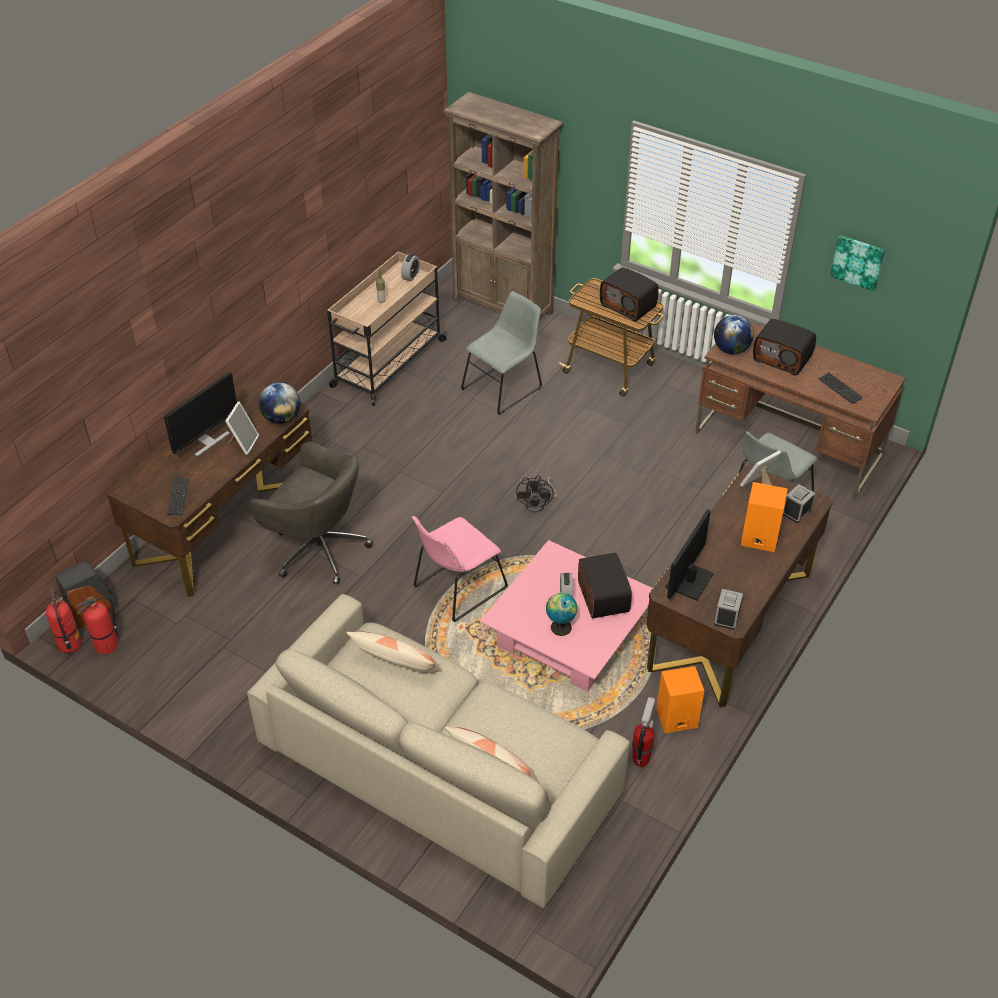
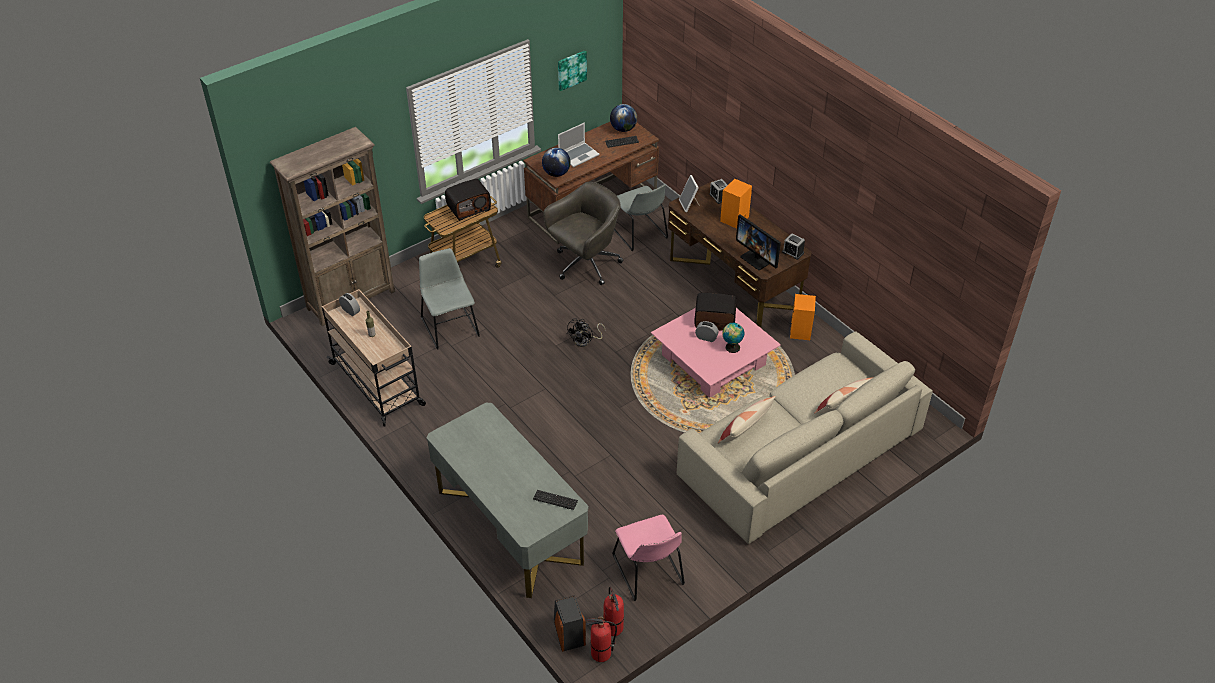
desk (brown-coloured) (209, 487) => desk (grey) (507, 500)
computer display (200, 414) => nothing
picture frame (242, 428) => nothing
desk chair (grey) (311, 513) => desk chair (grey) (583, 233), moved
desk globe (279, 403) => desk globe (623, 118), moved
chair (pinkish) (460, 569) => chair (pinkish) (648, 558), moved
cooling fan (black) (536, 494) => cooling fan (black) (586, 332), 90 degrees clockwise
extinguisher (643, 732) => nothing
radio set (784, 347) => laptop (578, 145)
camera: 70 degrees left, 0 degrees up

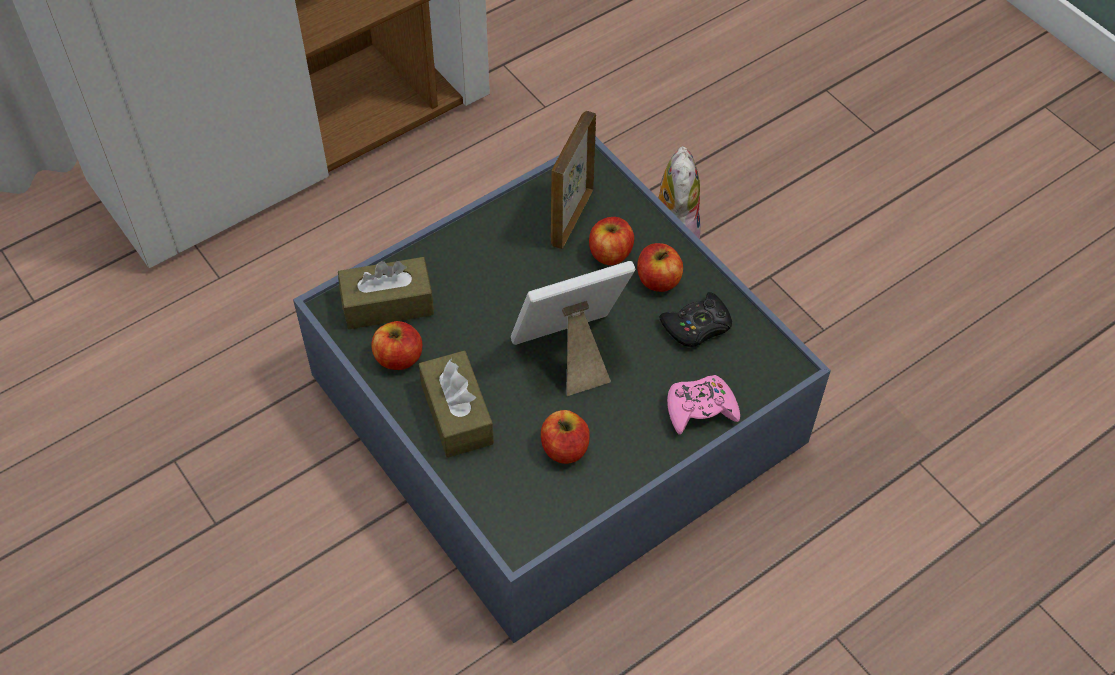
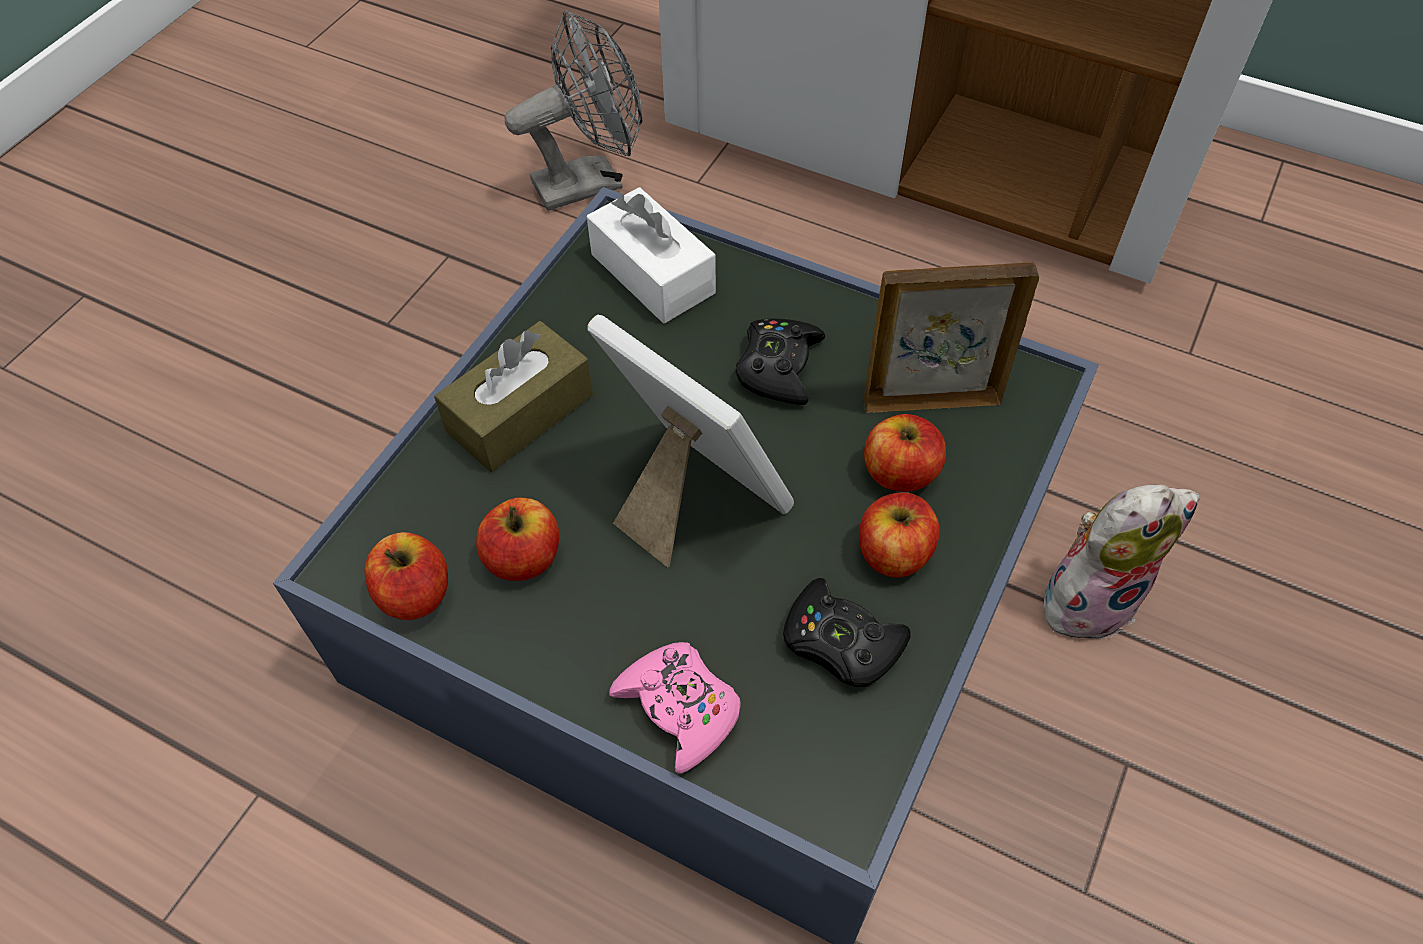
tissue holder (brown-coloured) (386, 293) => tissue holder (white-coloured) (651, 255)
apple (396, 345) => apple (406, 576), moved
nothing => cooling fan (grey) (573, 111)
nothing => game controller (black) (781, 361)
camera: 65 degrees right, 0 degrees up

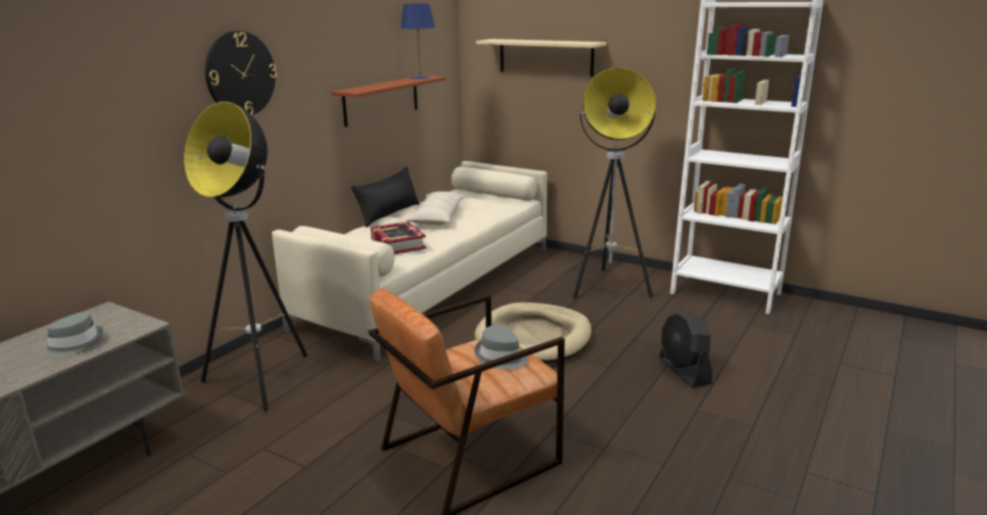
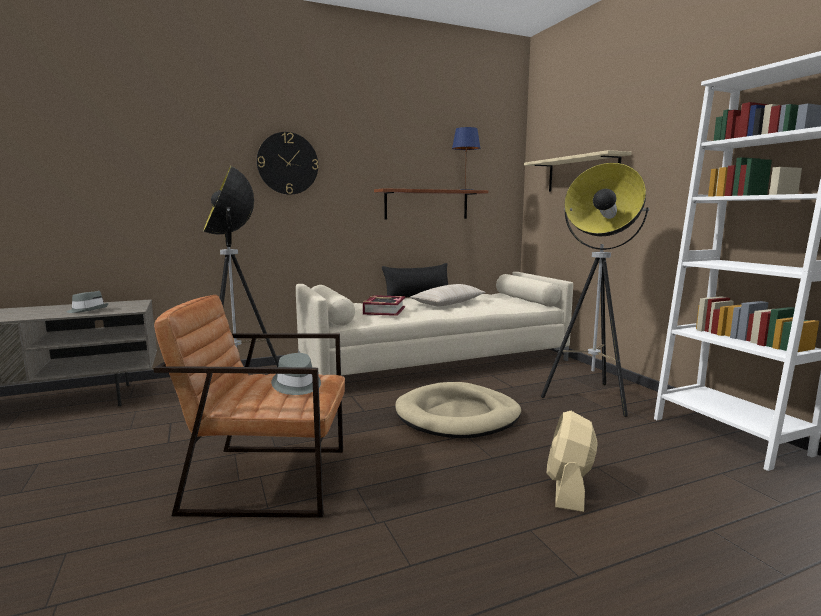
cooling fan (black) (685, 349) => cooling fan (beige) (572, 461)
camera: 35 degrees right, 10 degrees down

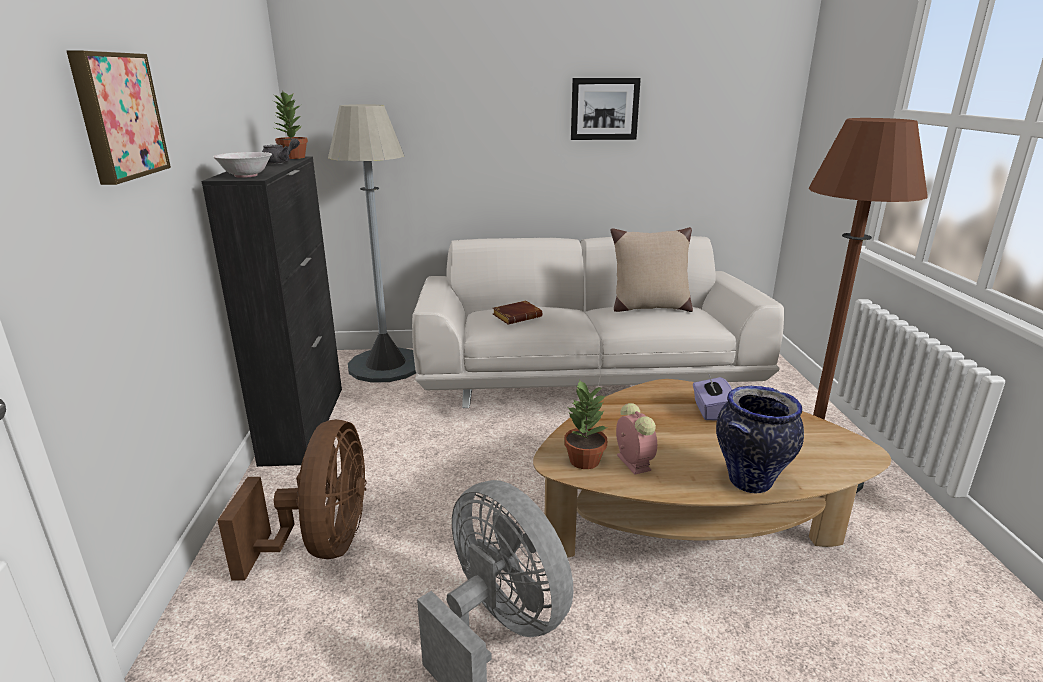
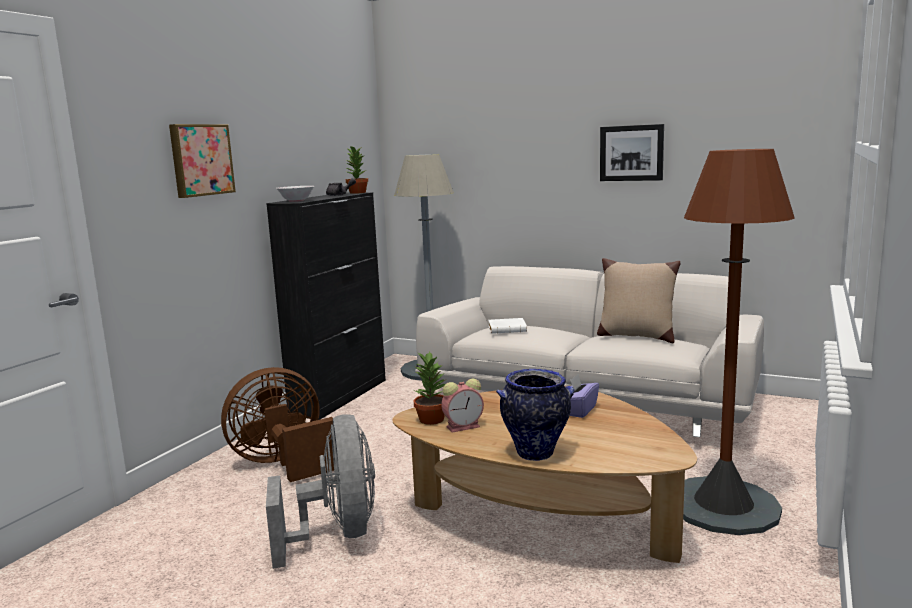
cooling fan (brown-coloured) (292, 499) => cooling fan (brown-coloured) (277, 424), 150 degrees counterclockwise
volume (brown-coloured) (517, 313) => volume (white-coloured) (507, 326)
alarm clock (636, 439) => alarm clock (462, 405), 60 degrees clockwise
camera: 30 degrees right, 10 degrees down

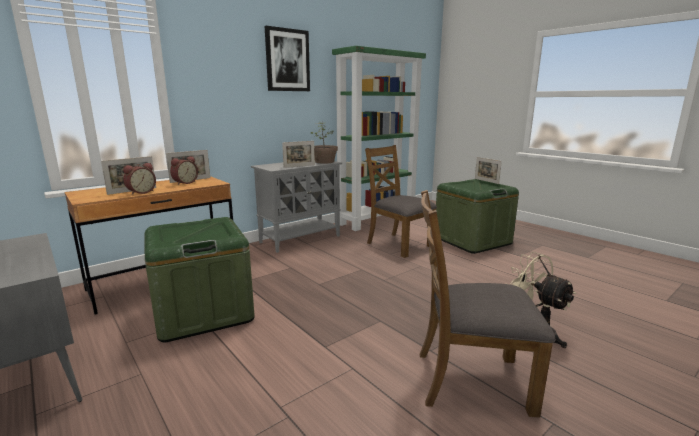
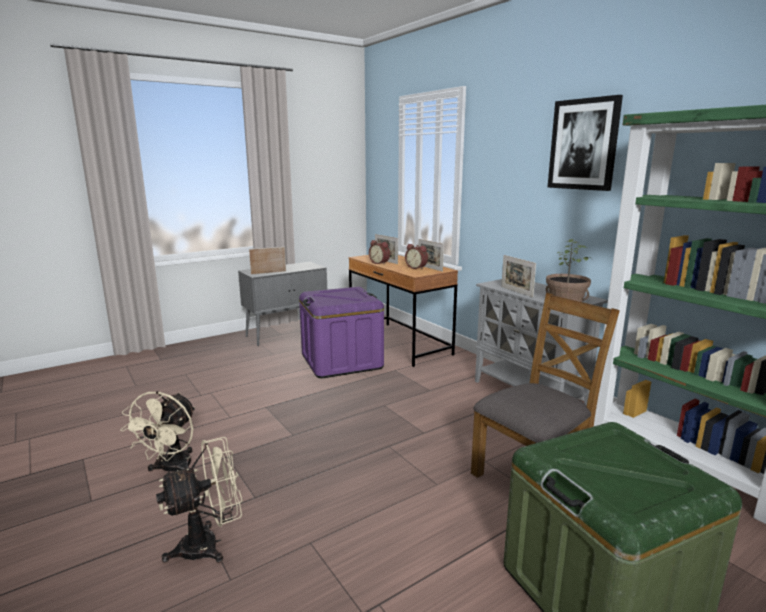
storage box (green-coloured) (200, 279) => storage box (purplish) (341, 332)
chair (brown-coloured) (487, 303) => cooling fan (beige) (158, 432)
picture frame (488, 170) => picture frame (267, 261), moved
camera: 95 degrees right, 0 degrees up

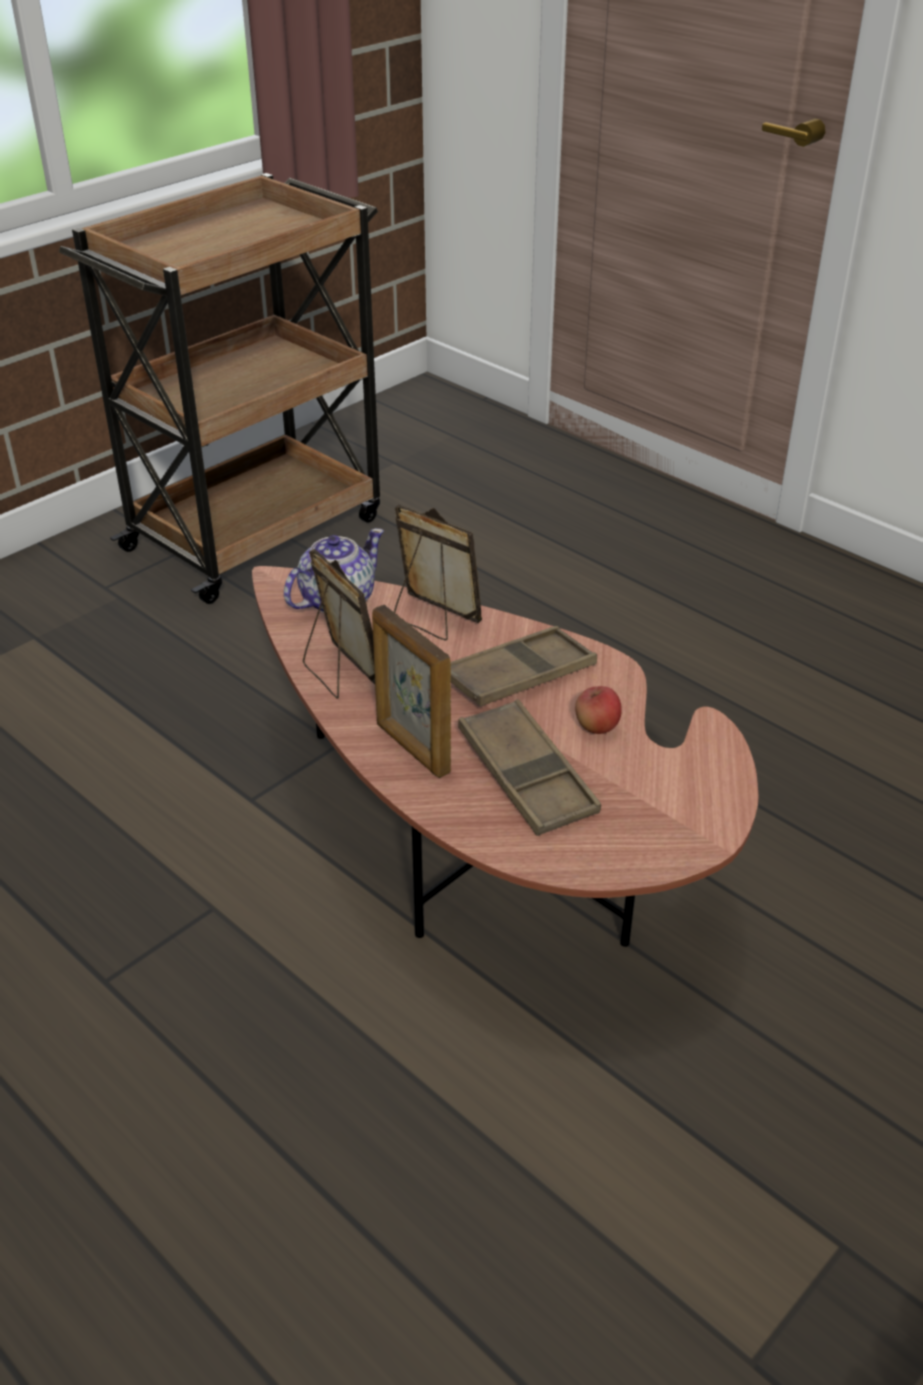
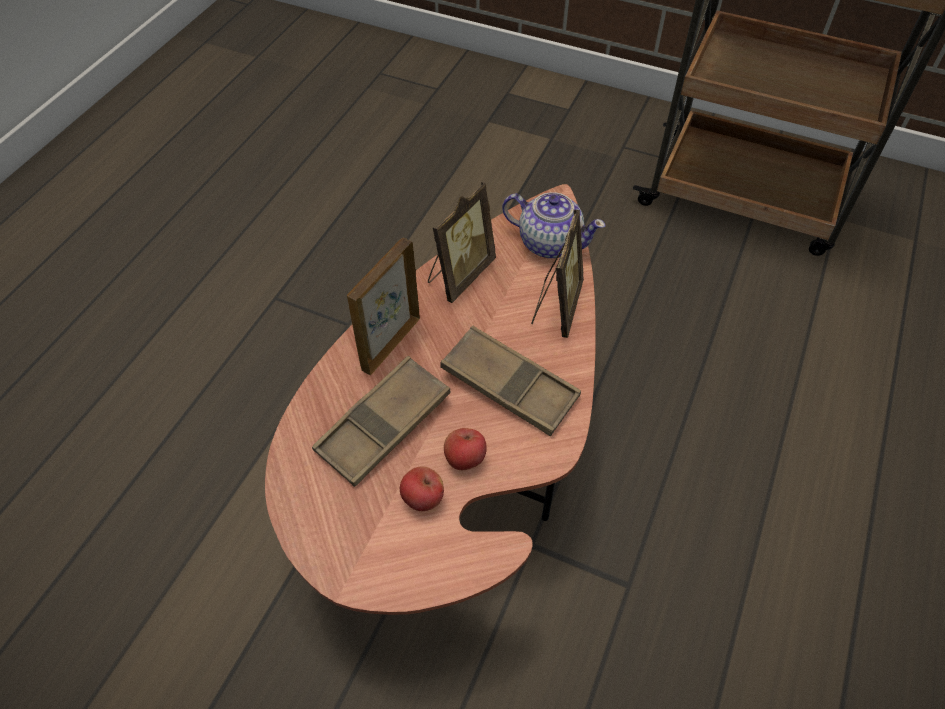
nothing => apple (422, 488)
camera: 70 degrees right, 15 degrees up

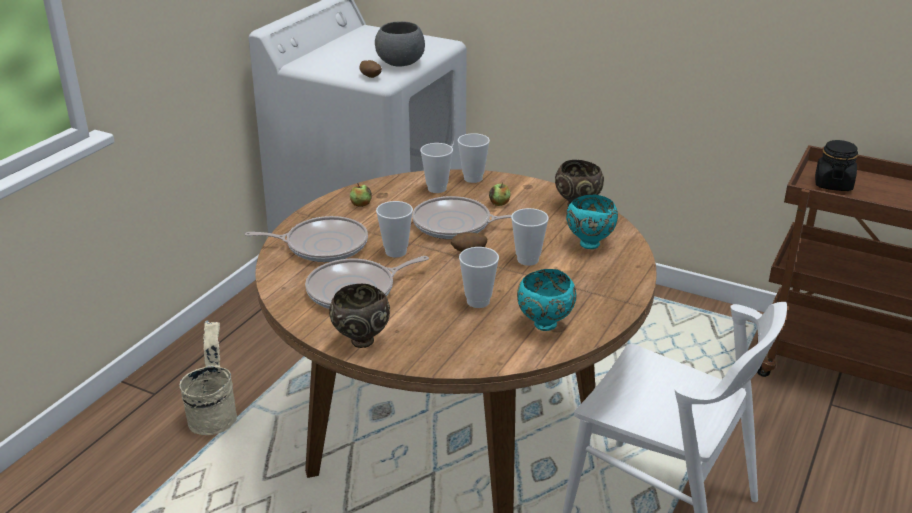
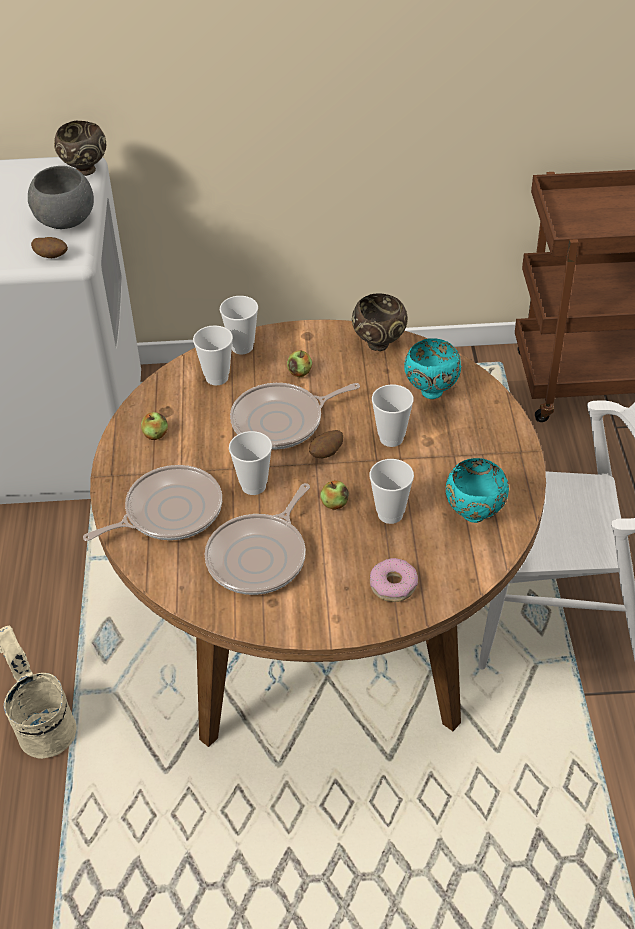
serving bowl (brown-coloured) (359, 316) => serving bowl (brown-coloured) (80, 148), moved
preserve jar (black) (836, 165) => nothing
nothing => apple (334, 495)
nothing => donut (394, 580)
camera: 30 degrees left, 15 degrees up

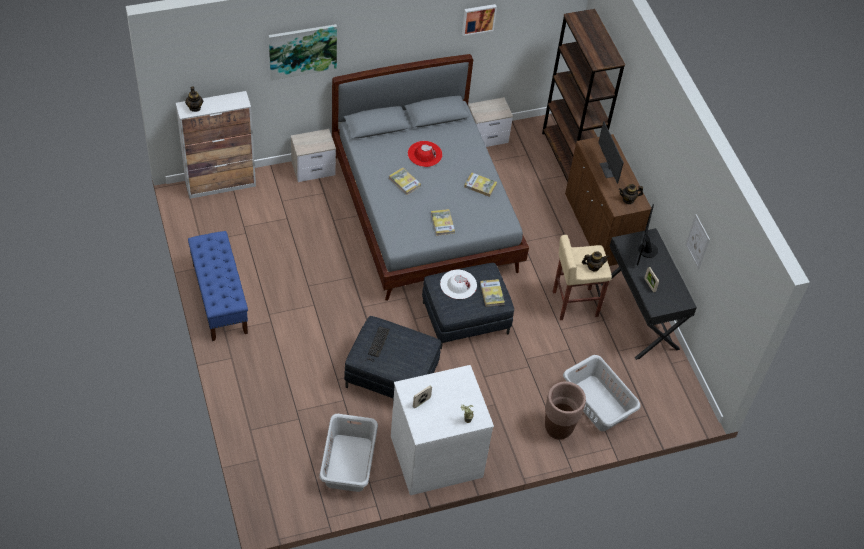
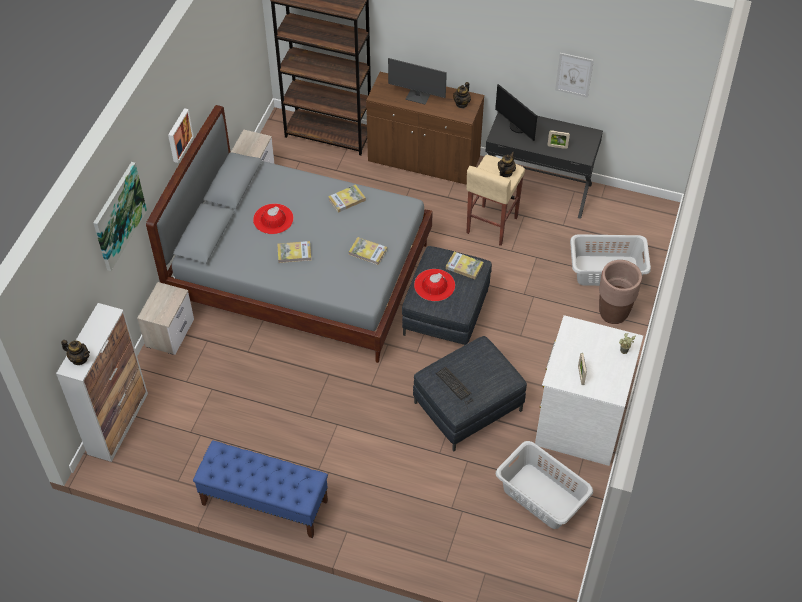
hat (white-coloured) (458, 284) => hat (red-coloured) (434, 285)
wall picture (479, 20) => wall picture (181, 135), moved
camera: 50 degrees left, 0 degrees up

